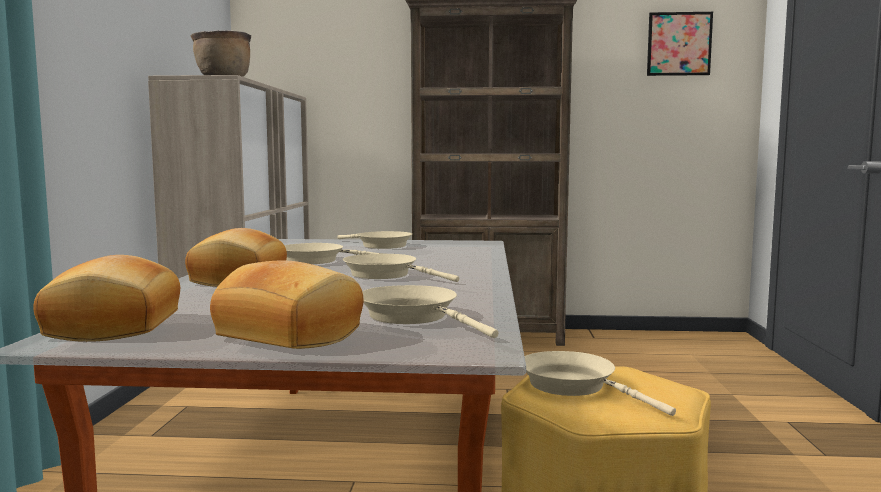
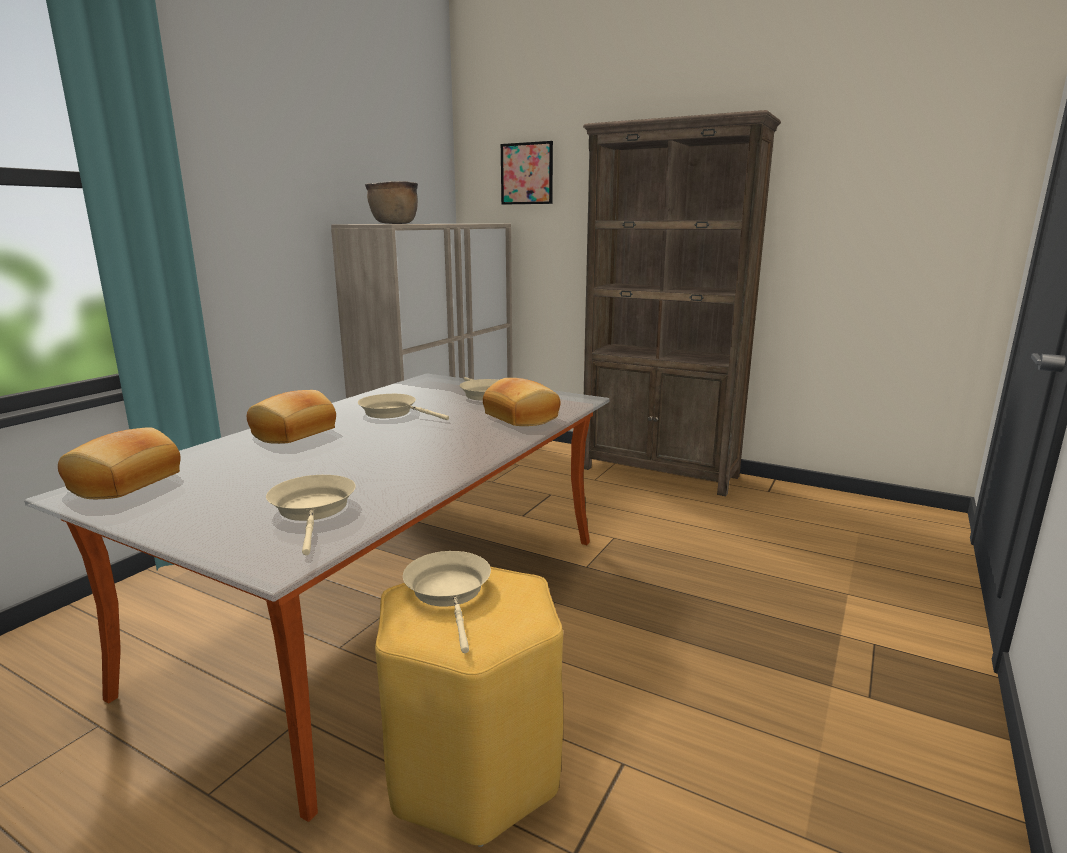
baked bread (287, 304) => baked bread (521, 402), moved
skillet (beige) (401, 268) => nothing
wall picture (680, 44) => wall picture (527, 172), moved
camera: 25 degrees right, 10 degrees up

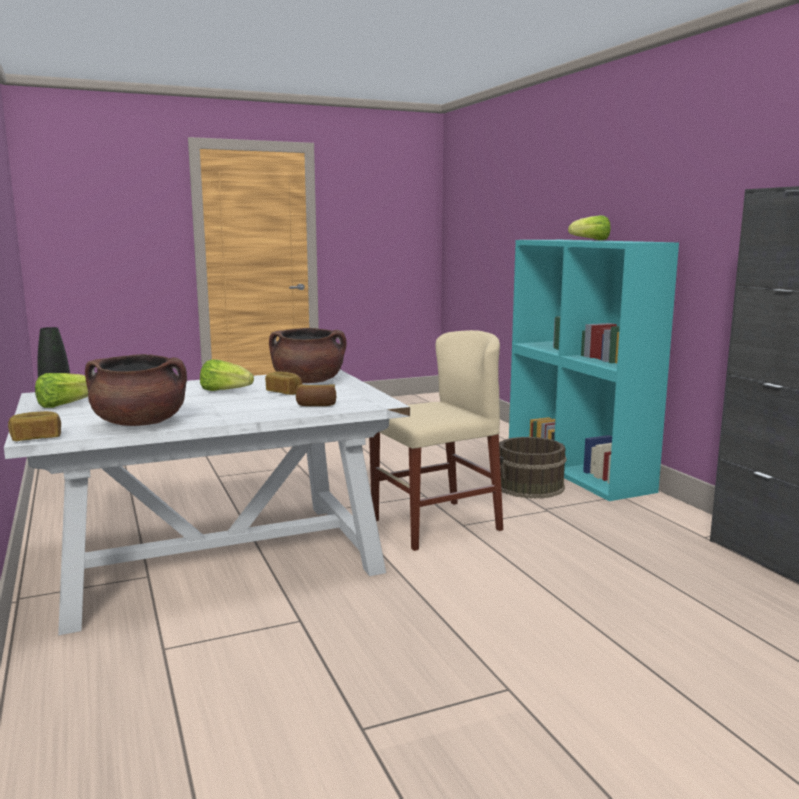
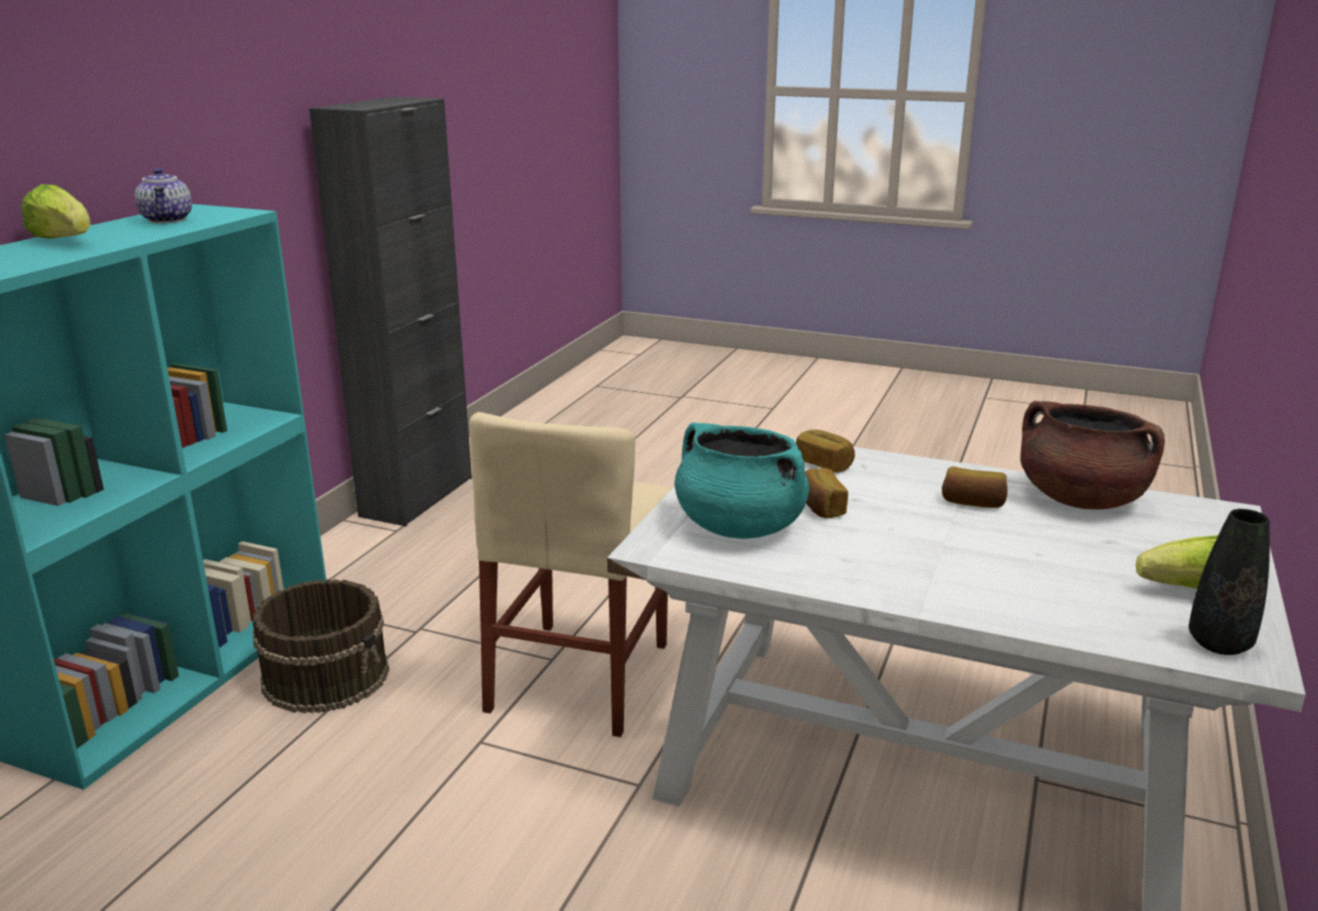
baked bread (34, 426) => baked bread (975, 487), moved
lettuce (227, 375) => nothing
stockpot (brown-coloured) (308, 355) => stockpot (turquoise-coloured) (742, 480)
chair (beige) (436, 440) => chair (beige) (570, 574), 90 degrees counterclockwise
nothing => teapot (163, 195)
camera: 135 degrees left, 10 degrees up

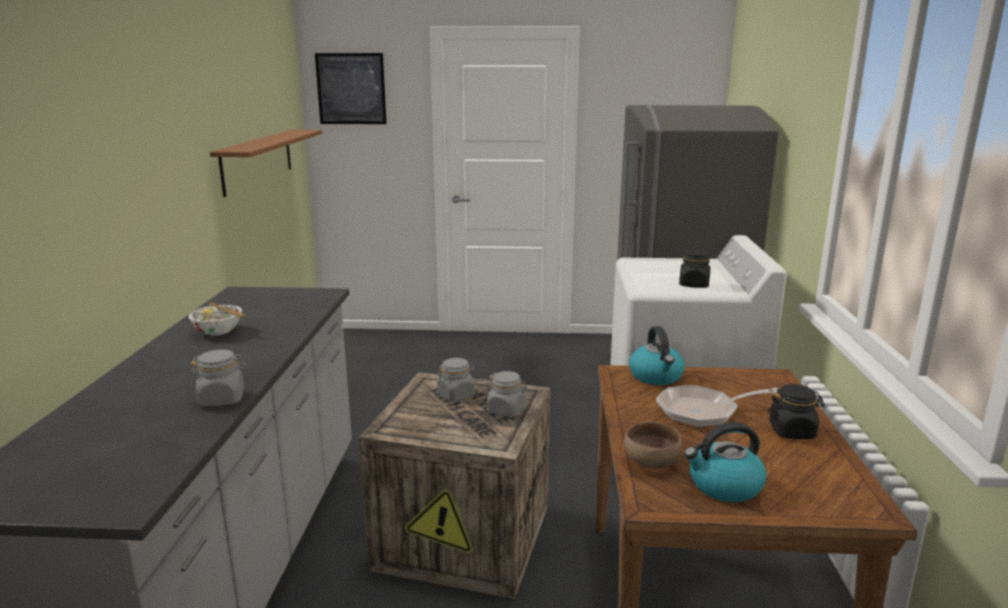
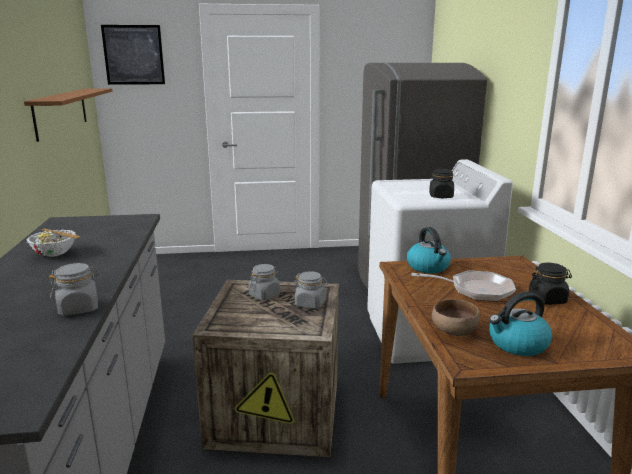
skillet (717, 406) => skillet (463, 286), 150 degrees counterclockwise
camera: 10 degrees left, 0 degrees up

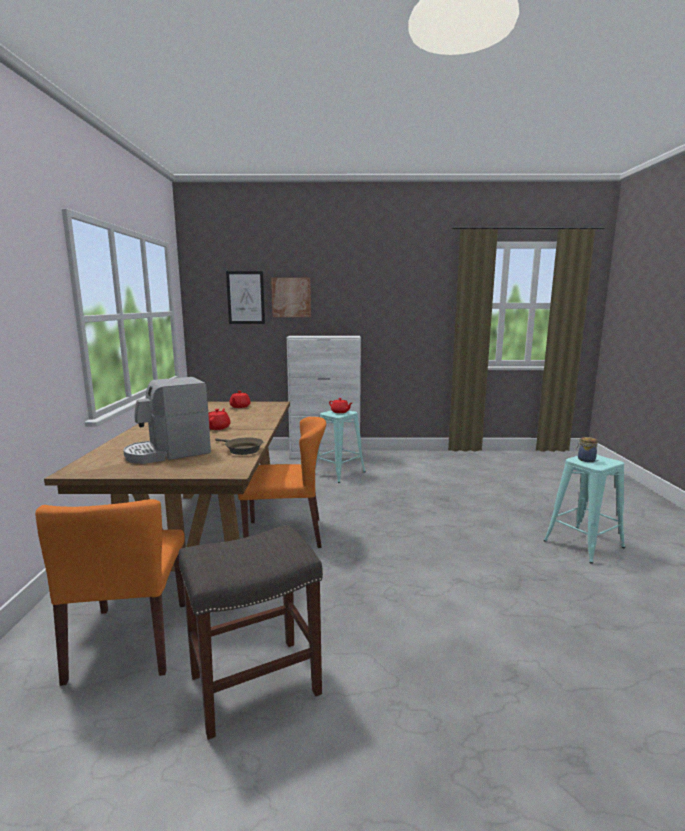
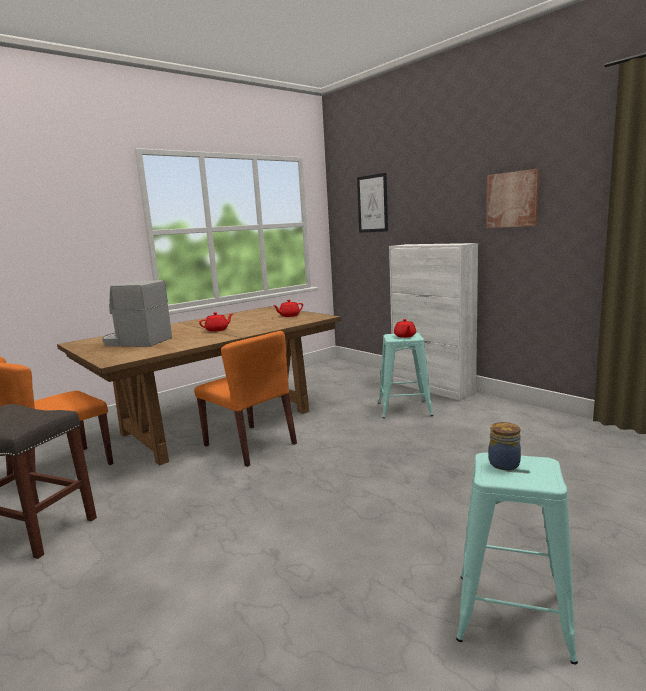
skillet (brown-coloured) (239, 446) => nothing
wall picture (291, 297) => wall picture (513, 198), moved
camera: 50 degrees right, 0 degrees up

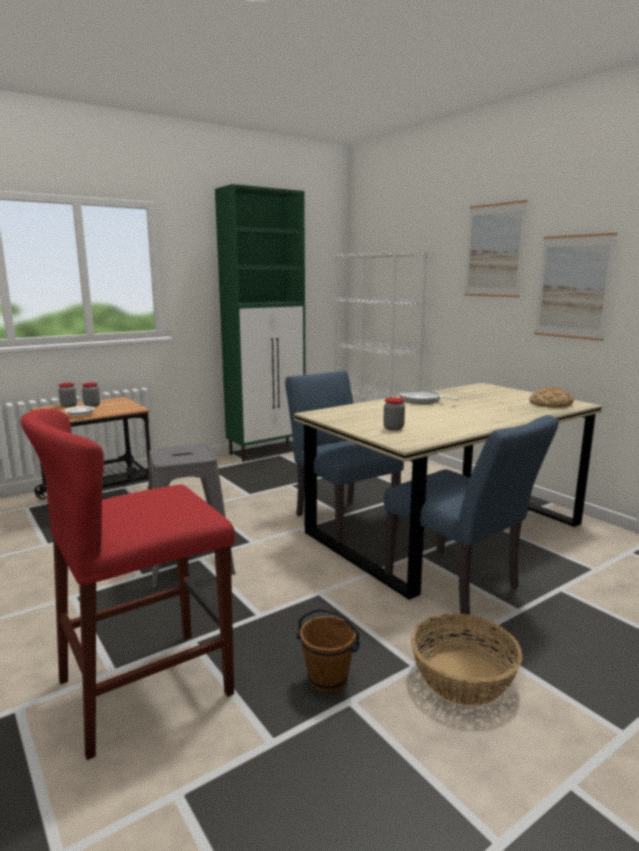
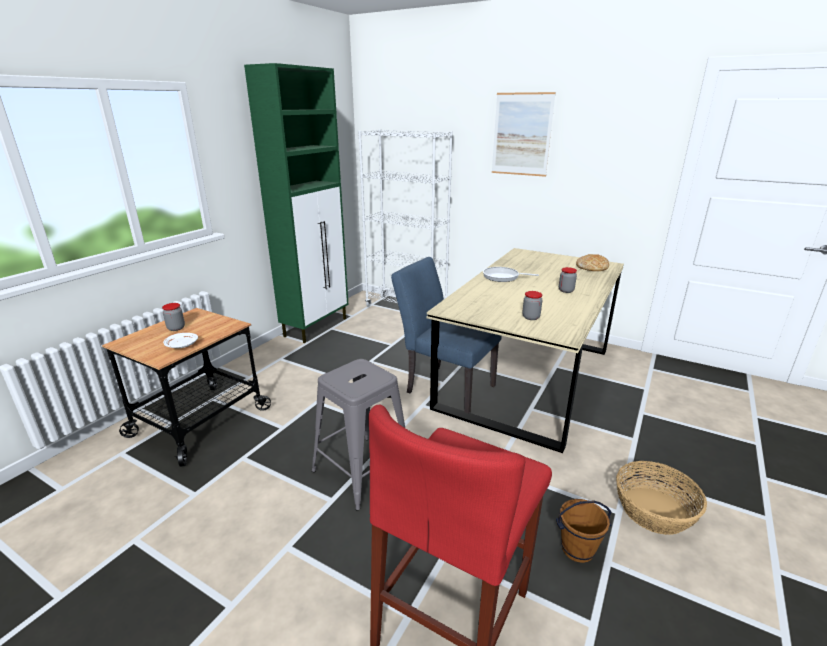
preserve jar (68, 395) => preserve jar (568, 280), moved
chair (blue-coloured) (471, 517) => nothing
wall picture (575, 287) => nothing
camera: 25 degrees left, 10 degrees up

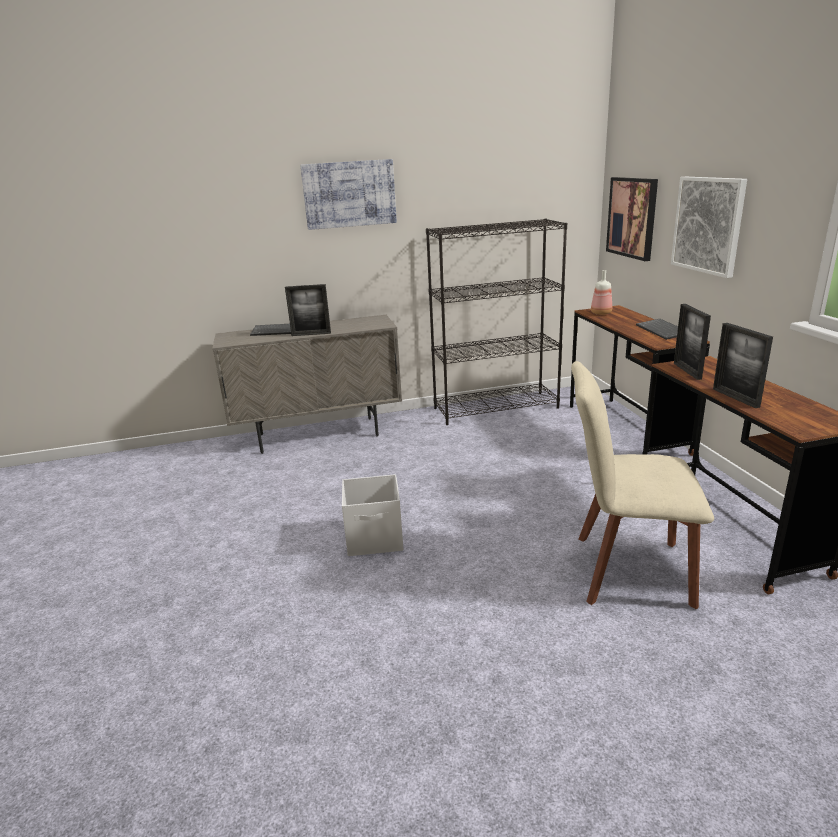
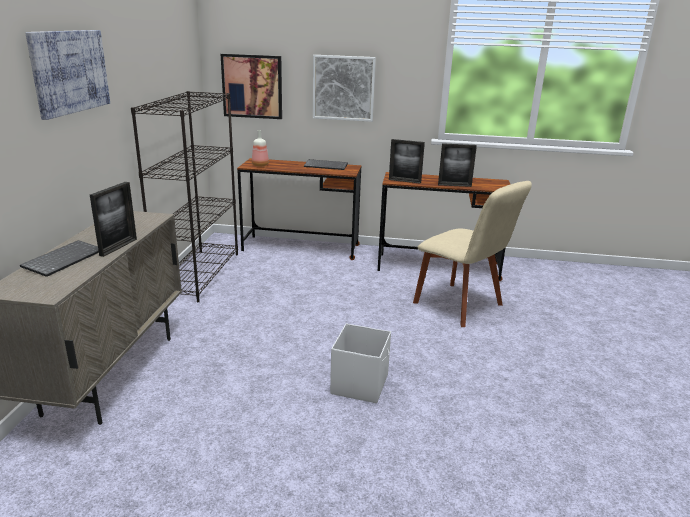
chair (beige) (642, 485) => chair (beige) (472, 254), 75 degrees counterclockwise
camera: 70 degrees left, 0 degrees up

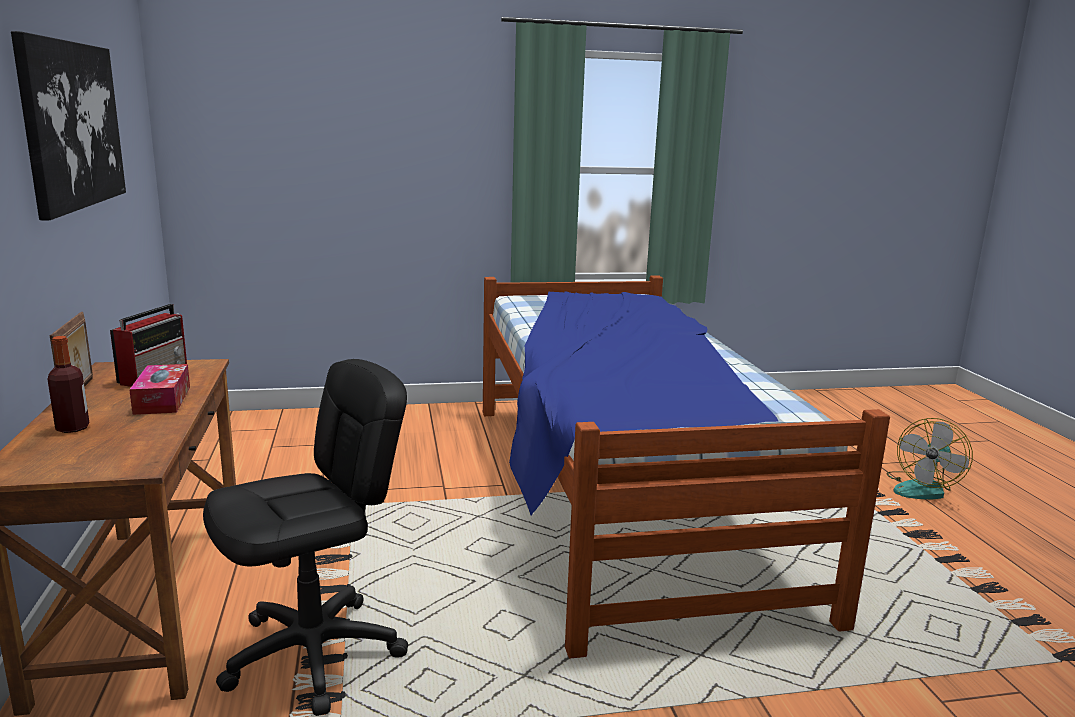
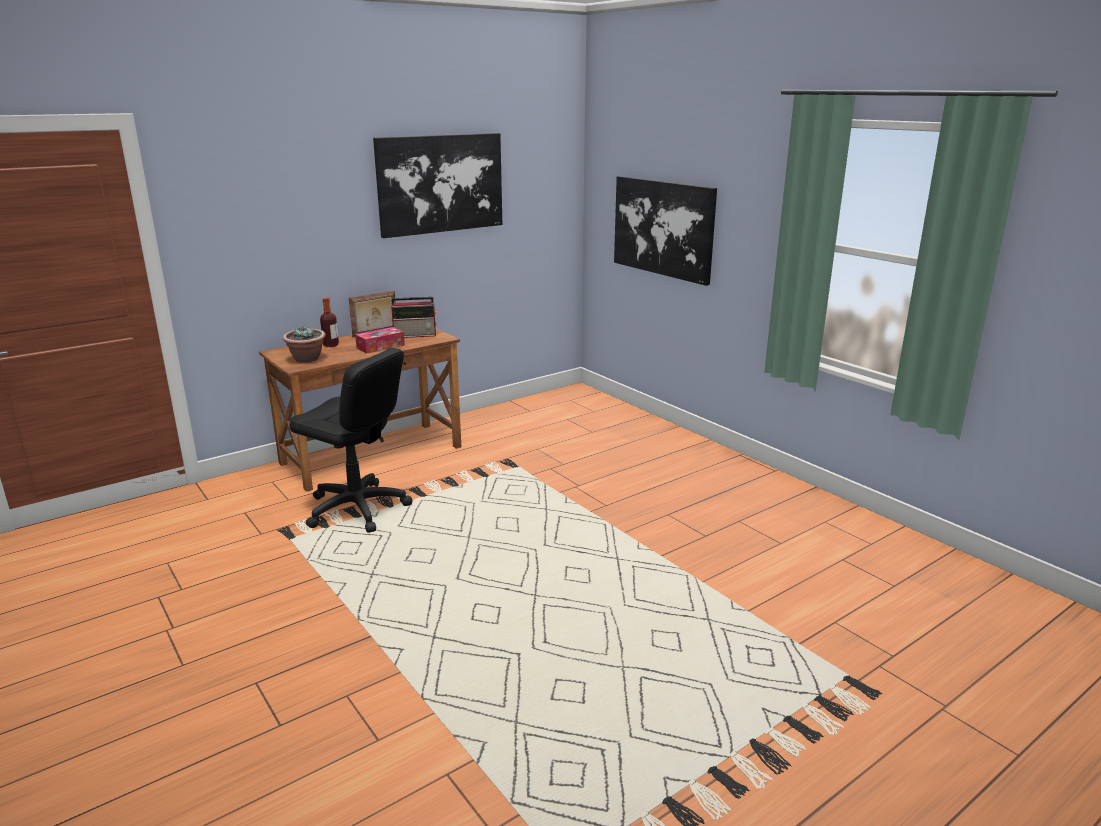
bedroom bed (686, 467) => nothing
cooling fan (930, 458) => nothing
nothing => plant in a pot (304, 344)
nothing => wall picture (665, 231)
camera: 65 degrees right, 5 degrees up

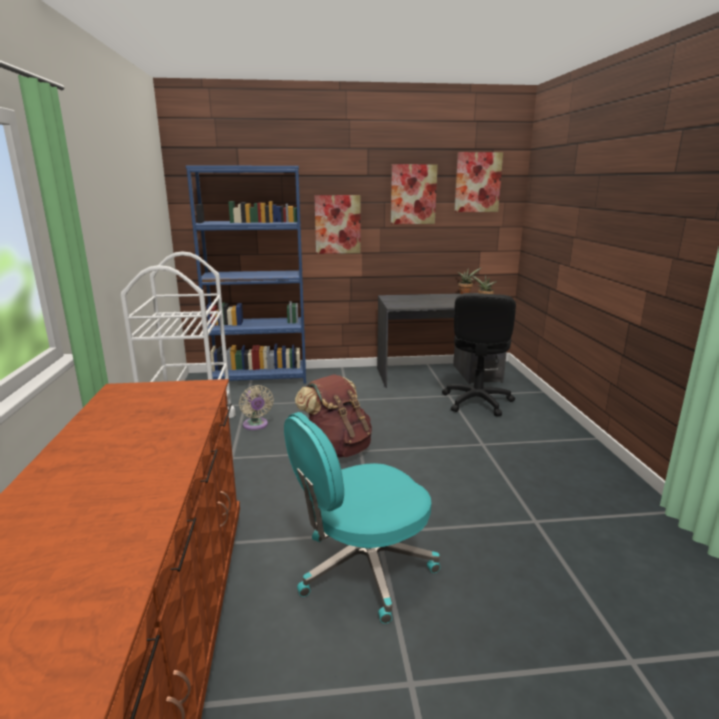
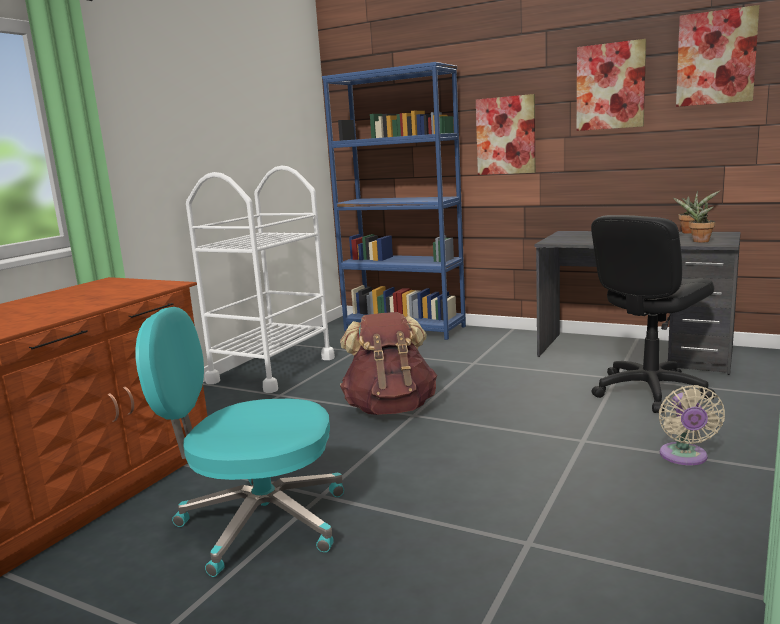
cooling fan (beige) (256, 407) => cooling fan (beige) (692, 425), moved
camera: 35 degrees right, 5 degrees down

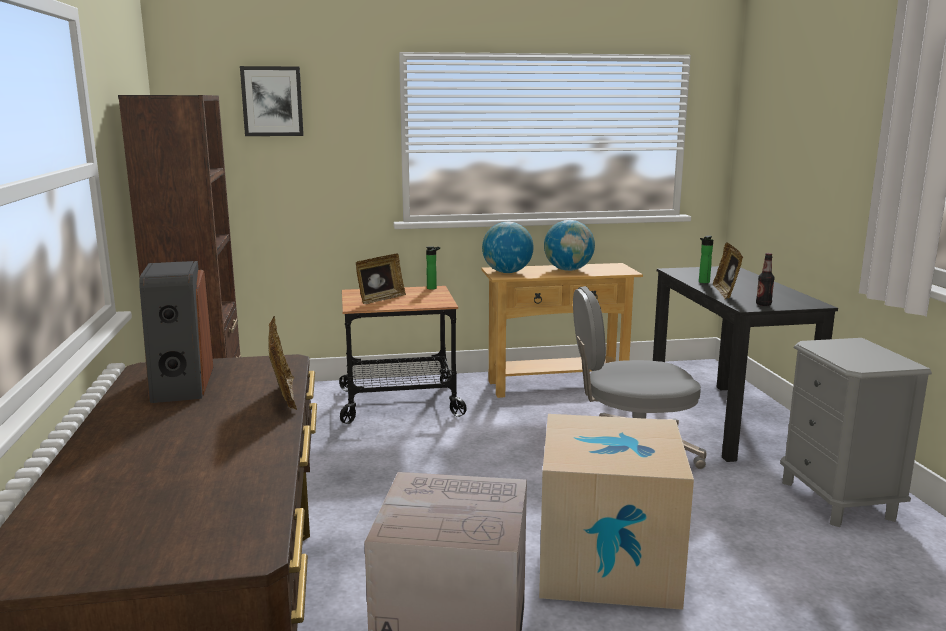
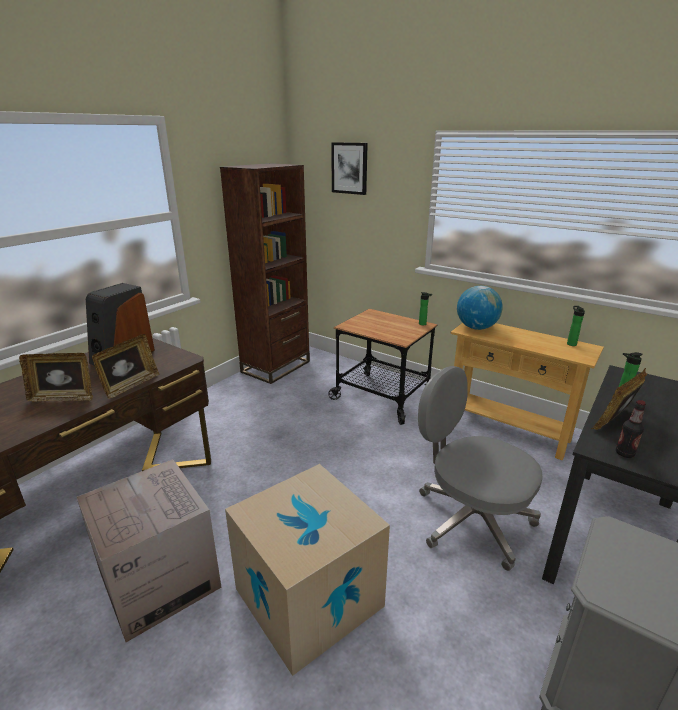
picture frame (381, 278) => picture frame (56, 377), moved
desk globe (569, 245) => nothing
nothing => beverage bottle (576, 326)
camera: 45 degrees right, 10 degrees up

